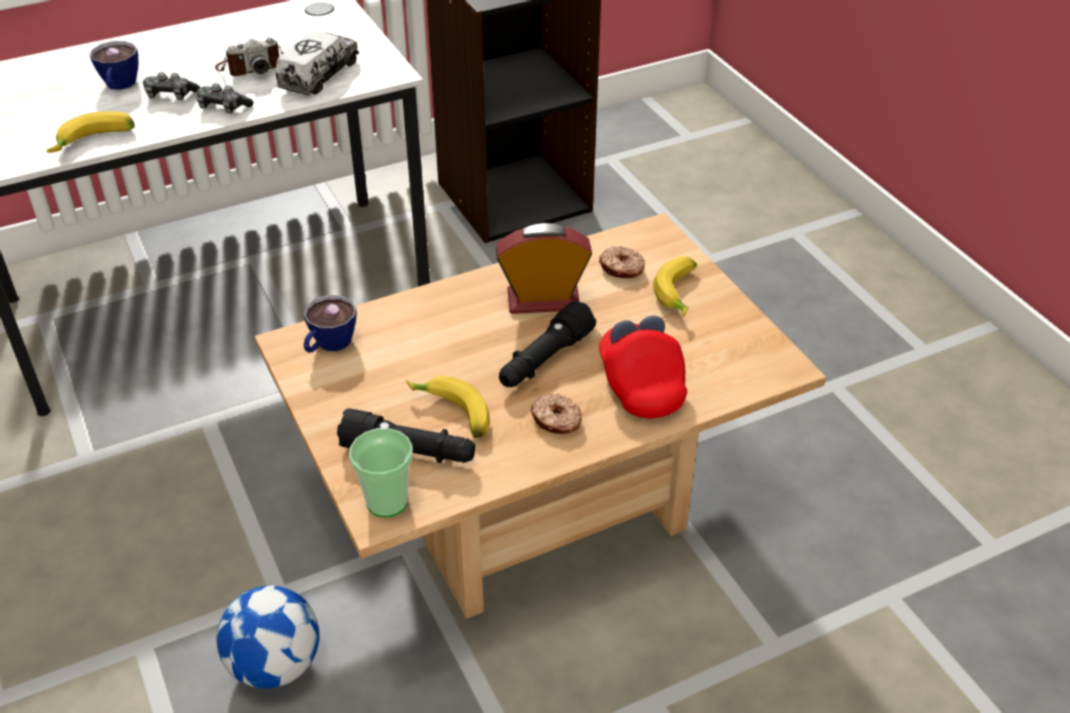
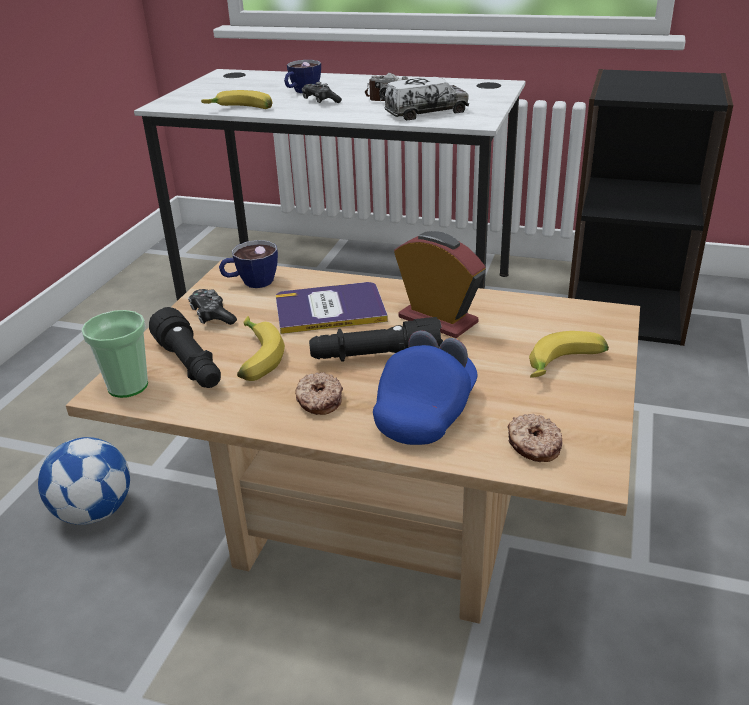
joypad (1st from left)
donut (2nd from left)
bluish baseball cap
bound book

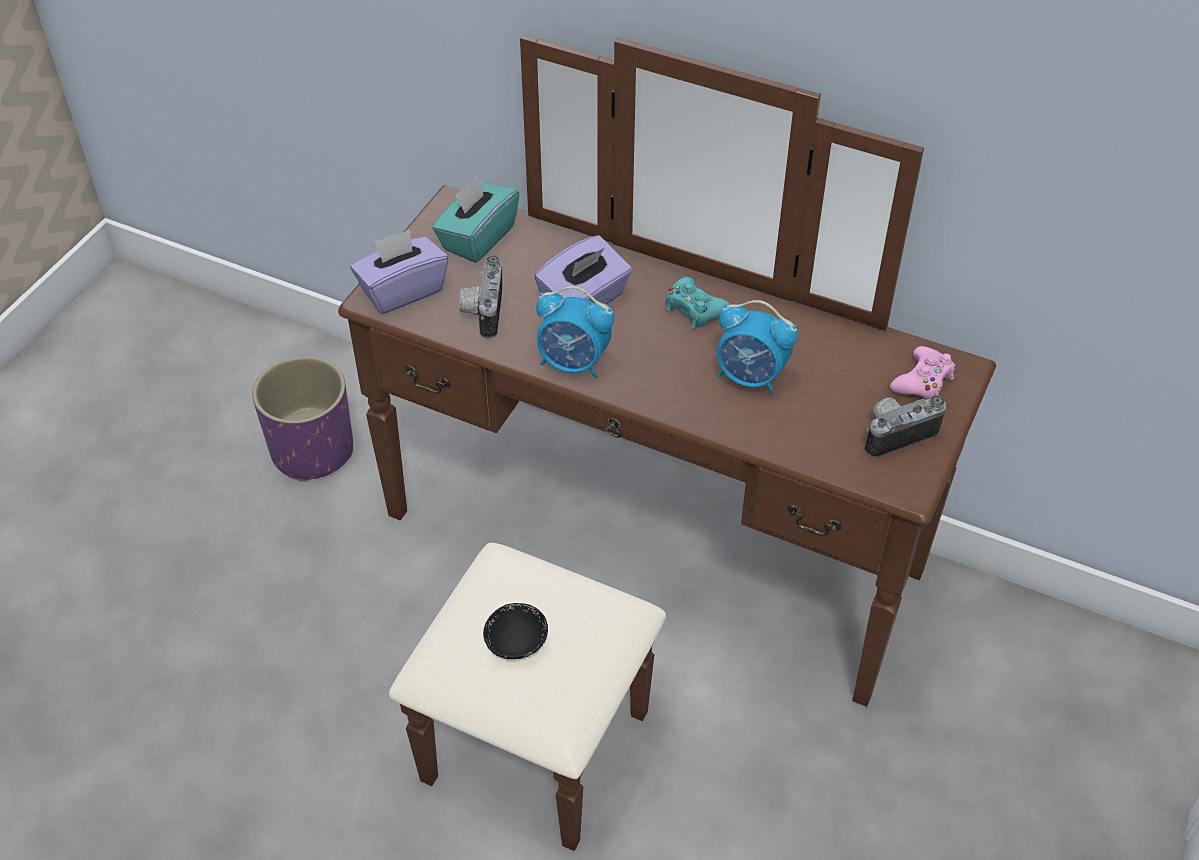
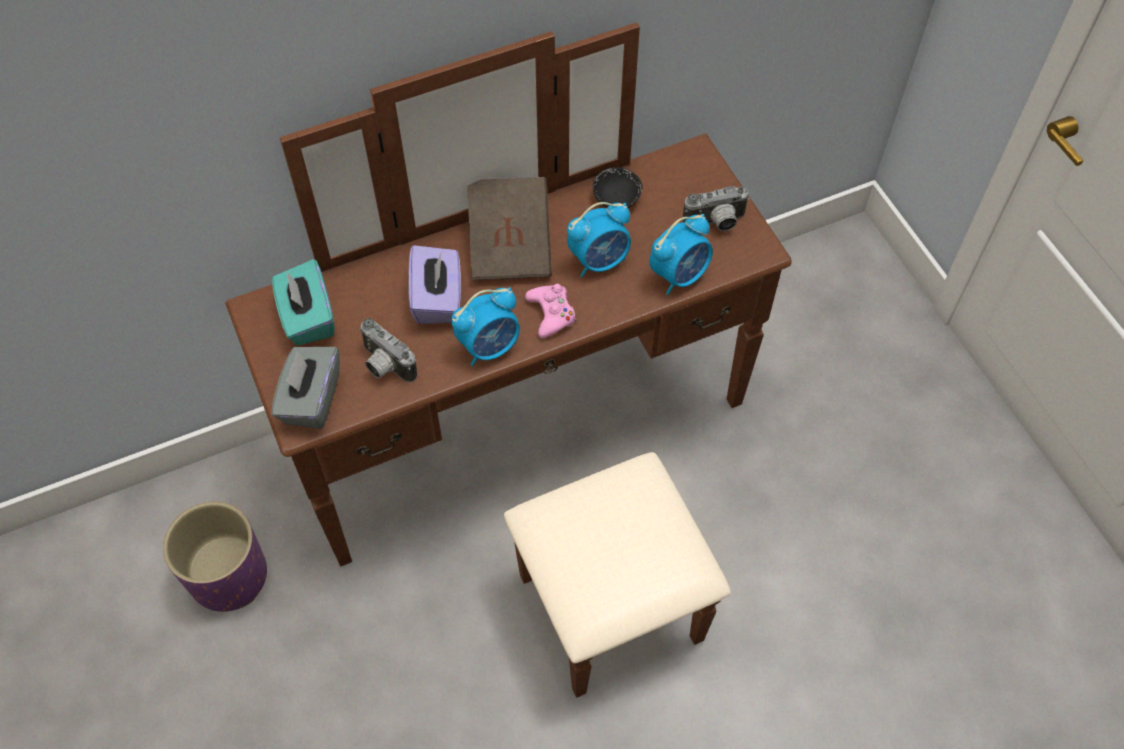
greyish tissue box
brown-coloured bound book
pink-coloured joypad
photo camera (2nd from left)
blackish deep dish
alarm clock (3rd from left)

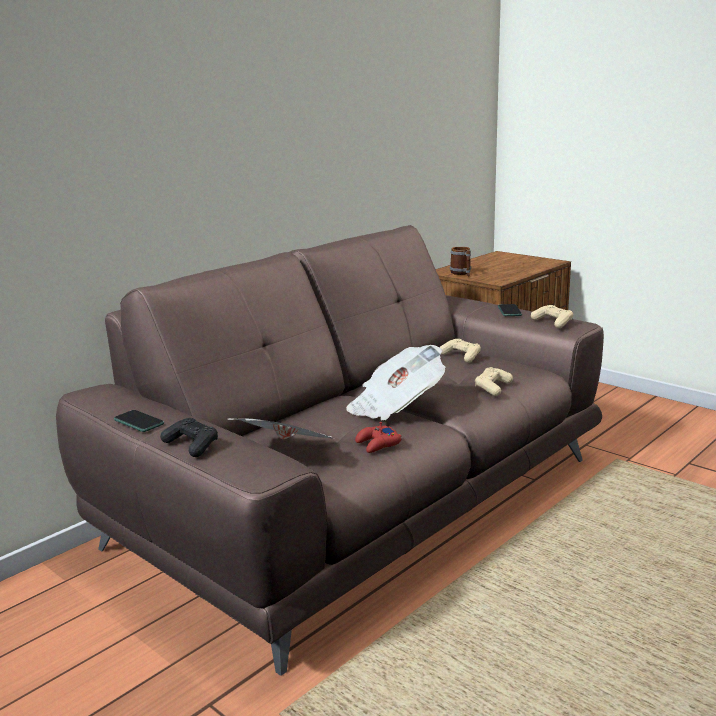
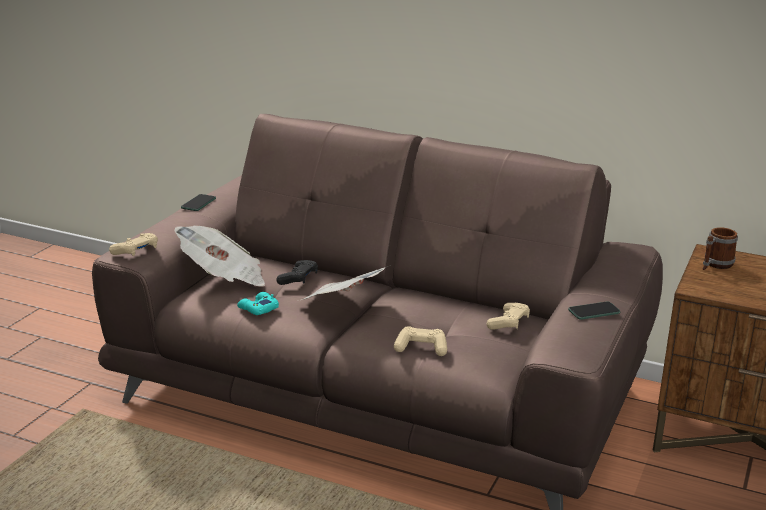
beige-coloured joypad (1st from left)
blackish joypad
blue-green joypad

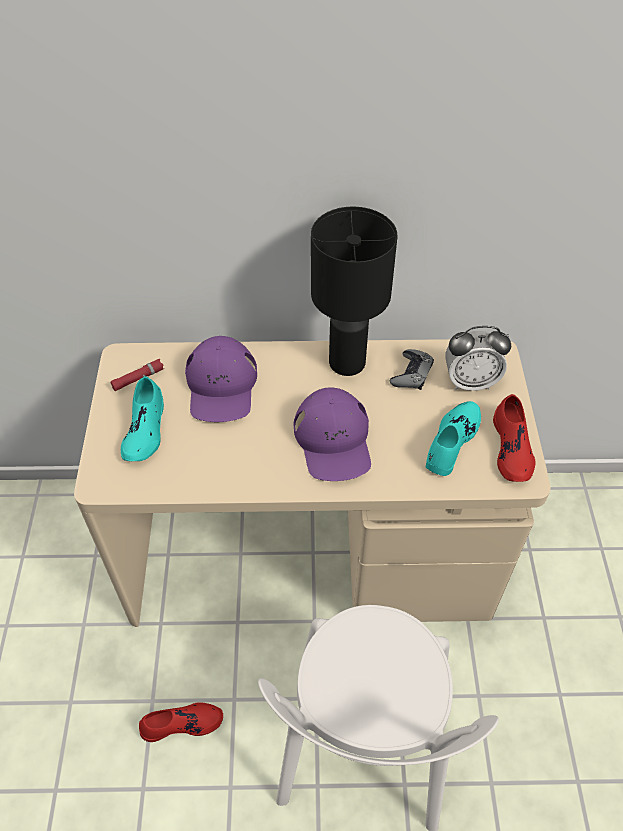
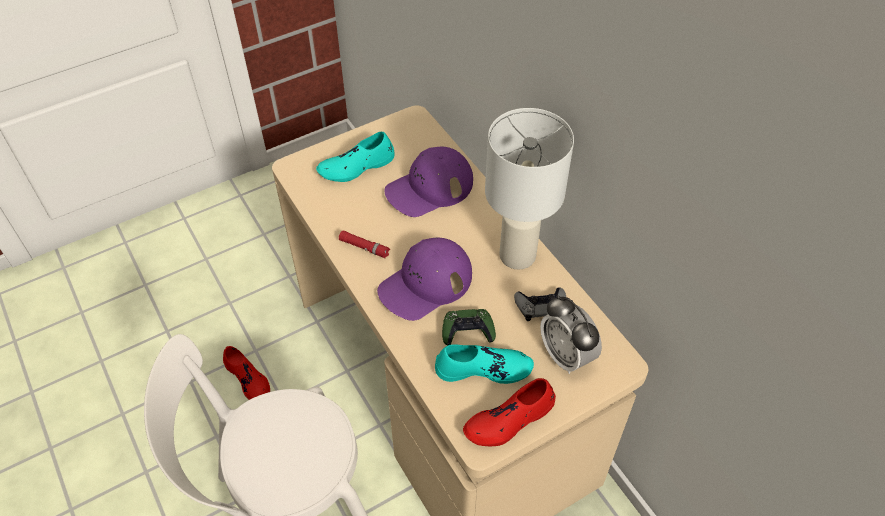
whitish table lamp
reddish hand torch
green-coloured joypad

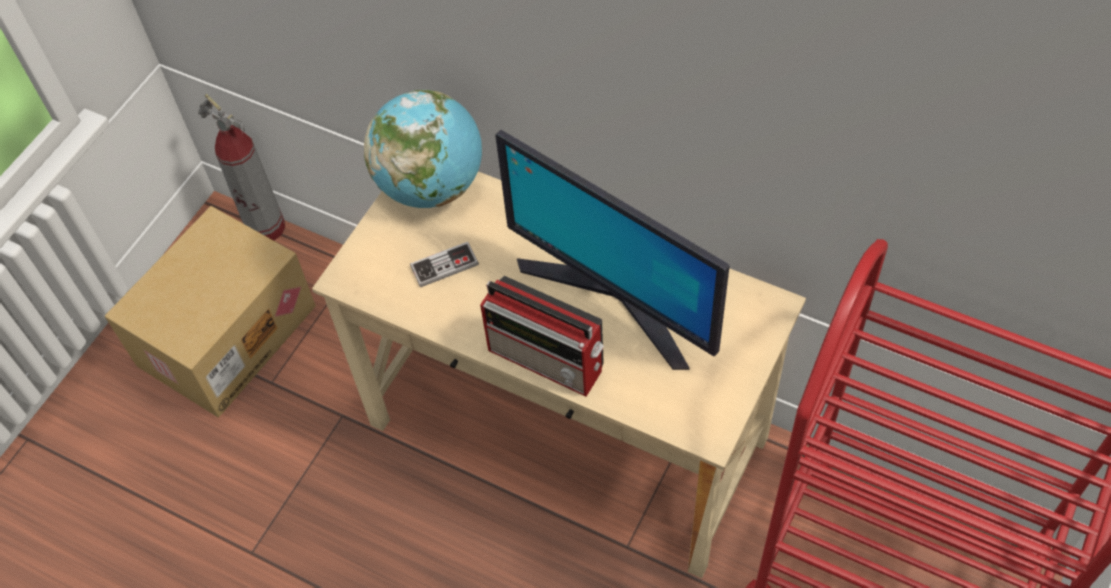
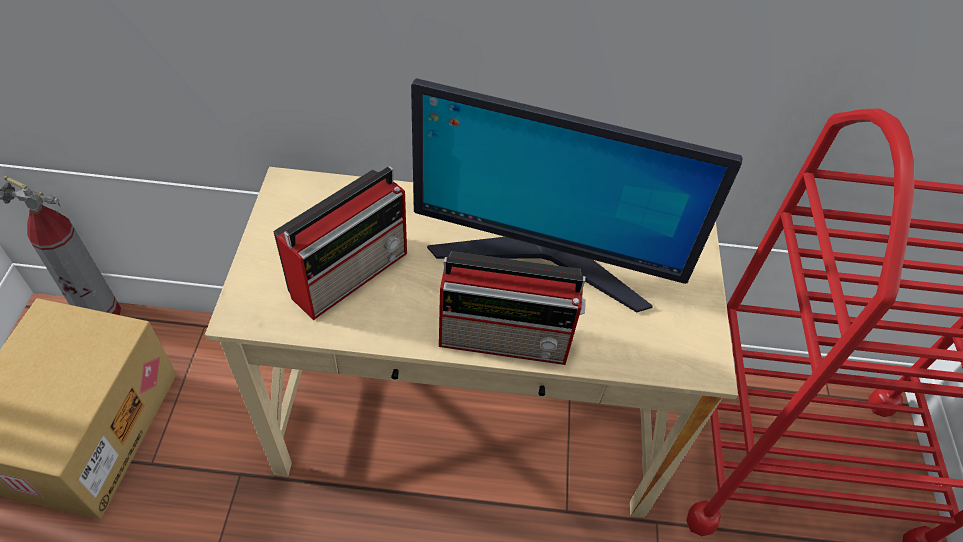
world globe
radio (1st from left)

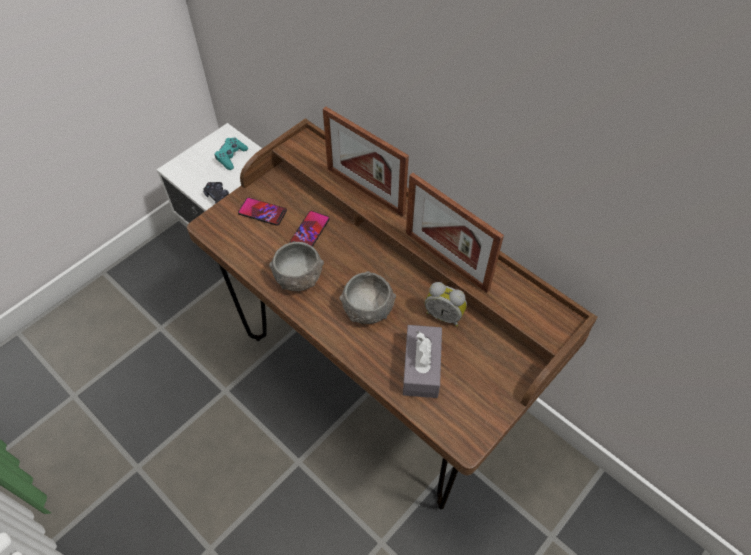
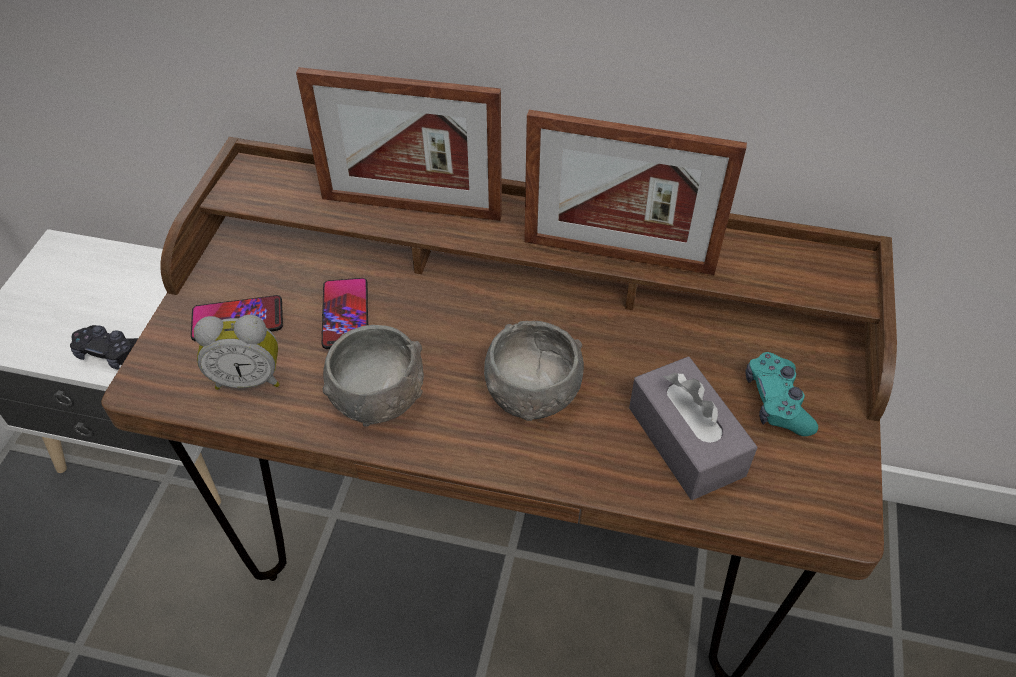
blue-green joypad
alarm clock

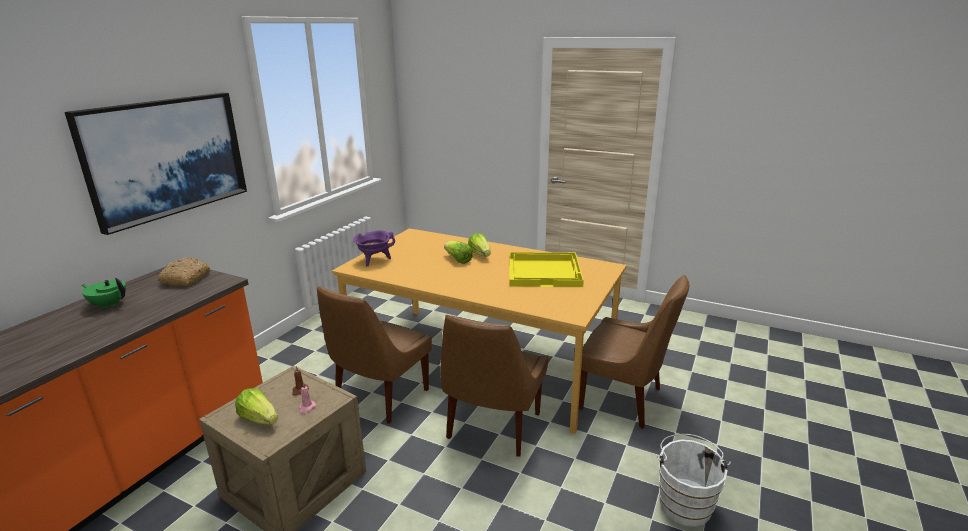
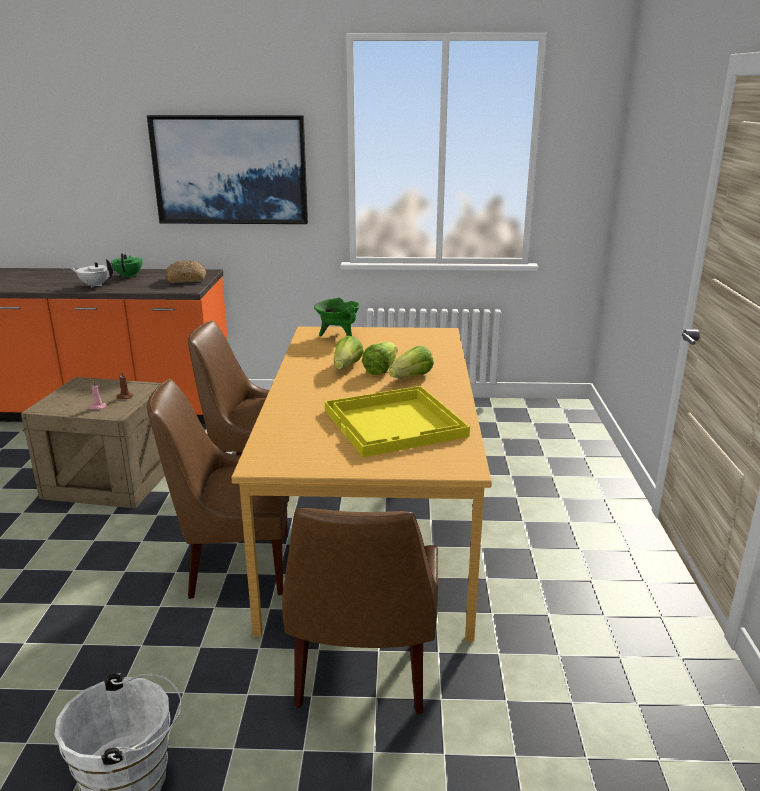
green-coloured cooking pot
lettuce head (1st from left)
whitish teapot

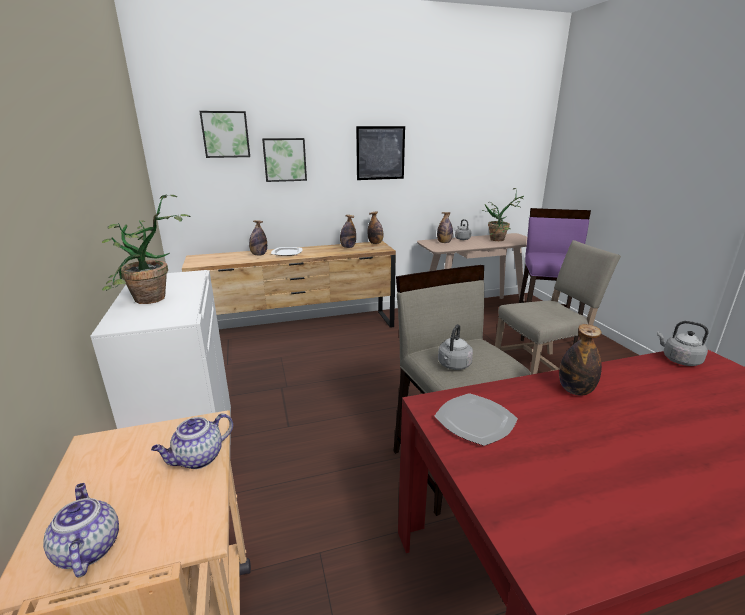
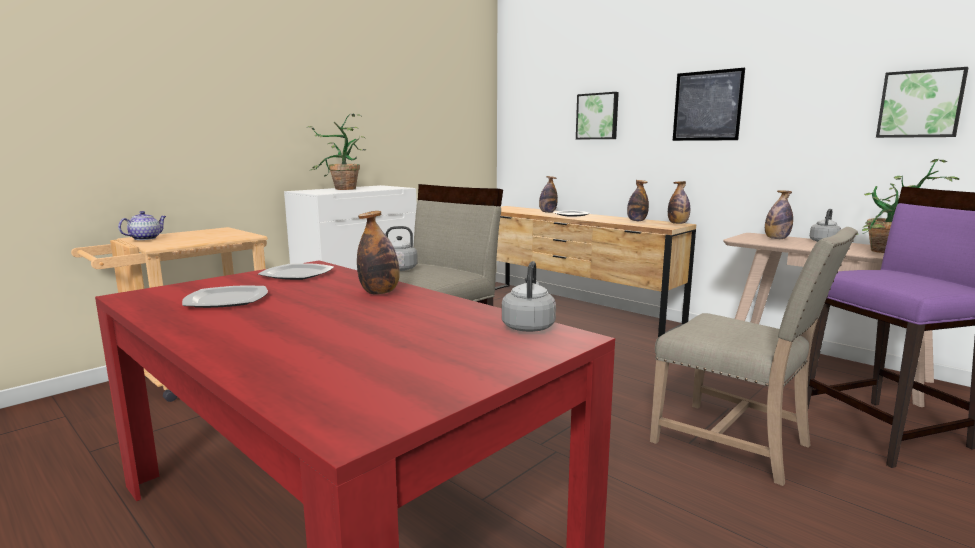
wall art (3rd from left)
teapot (2nd from left in the first image)
flat dish (1st from left)

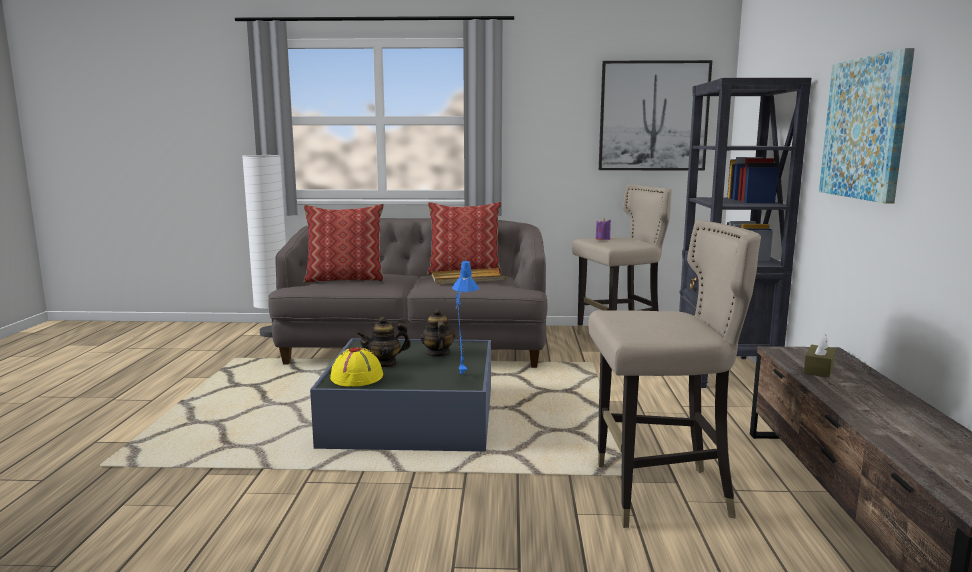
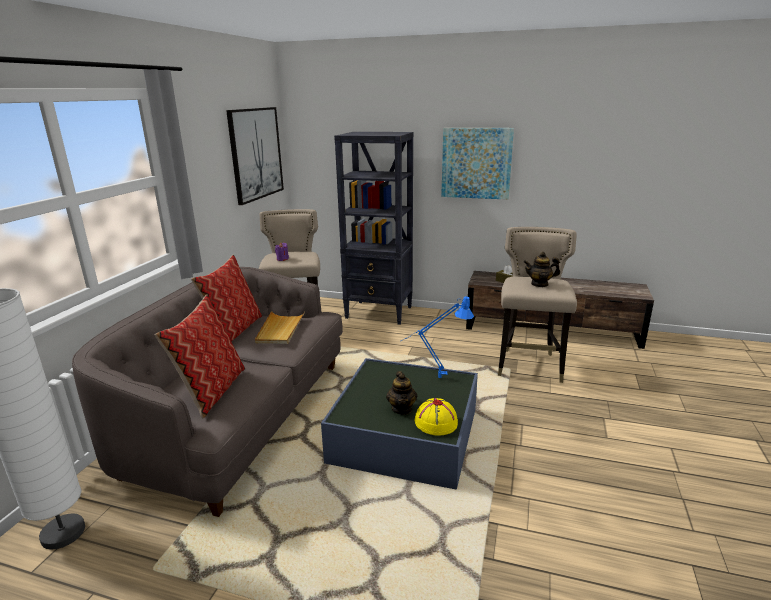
teapot (2nd from left)

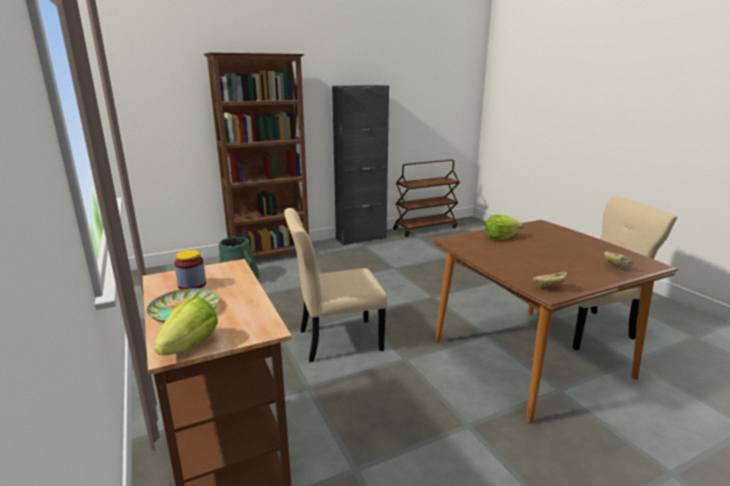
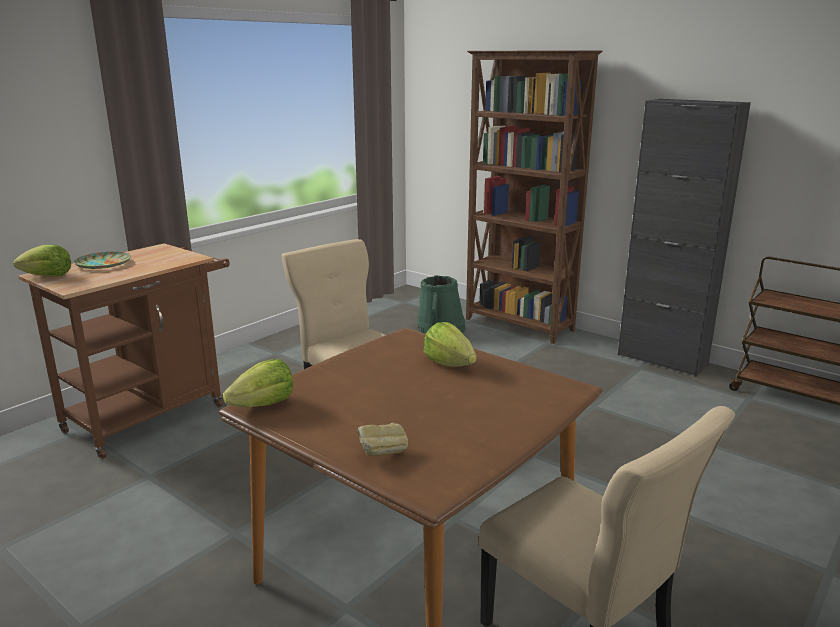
storage jar
lettuce head (2nd from left)

